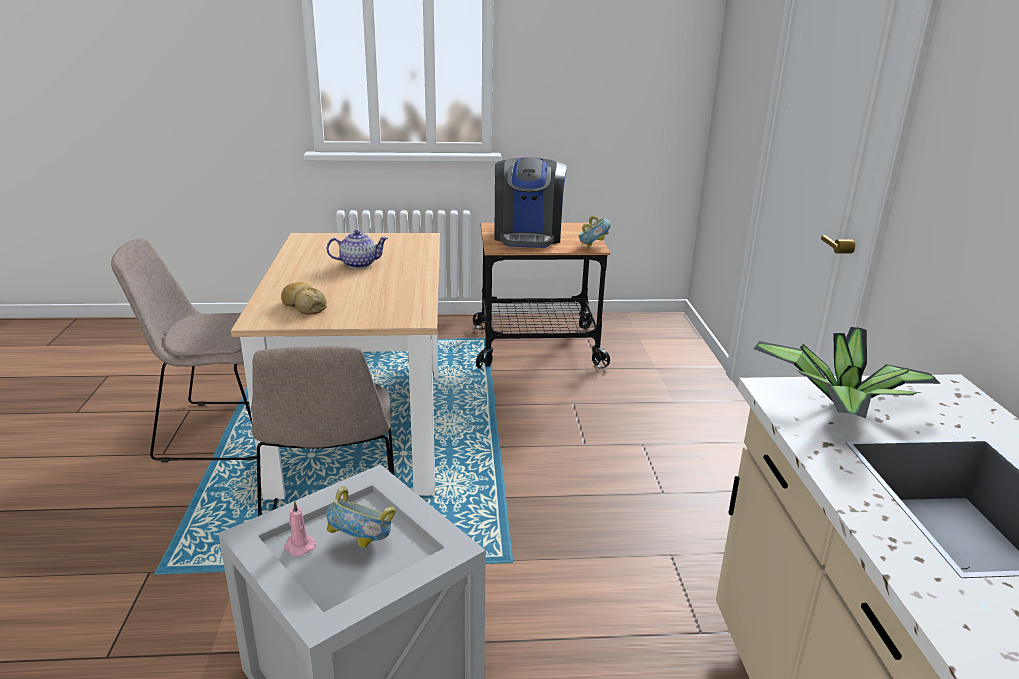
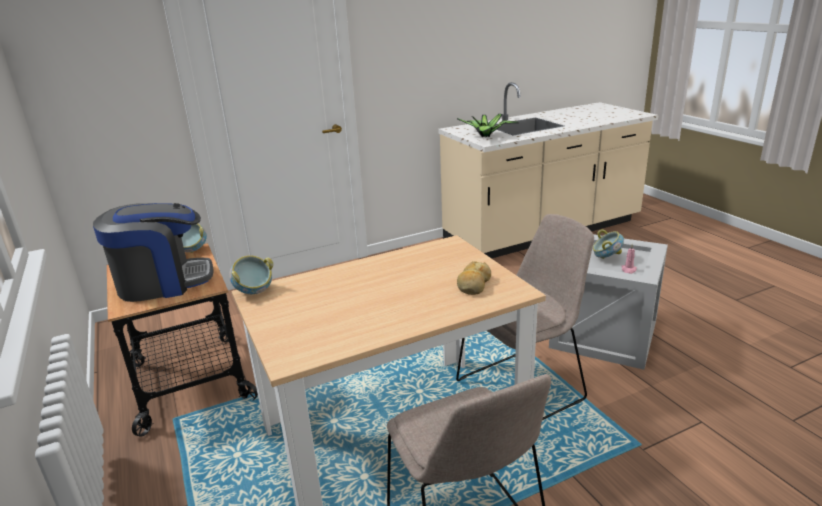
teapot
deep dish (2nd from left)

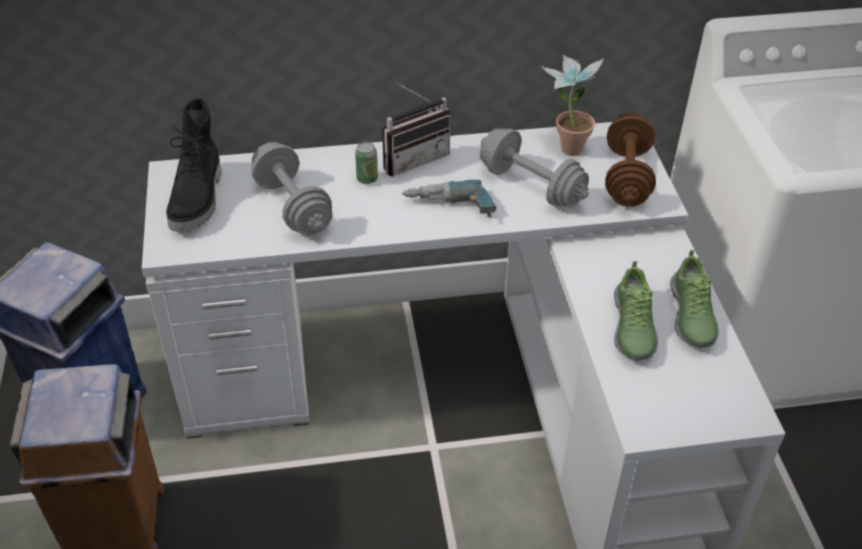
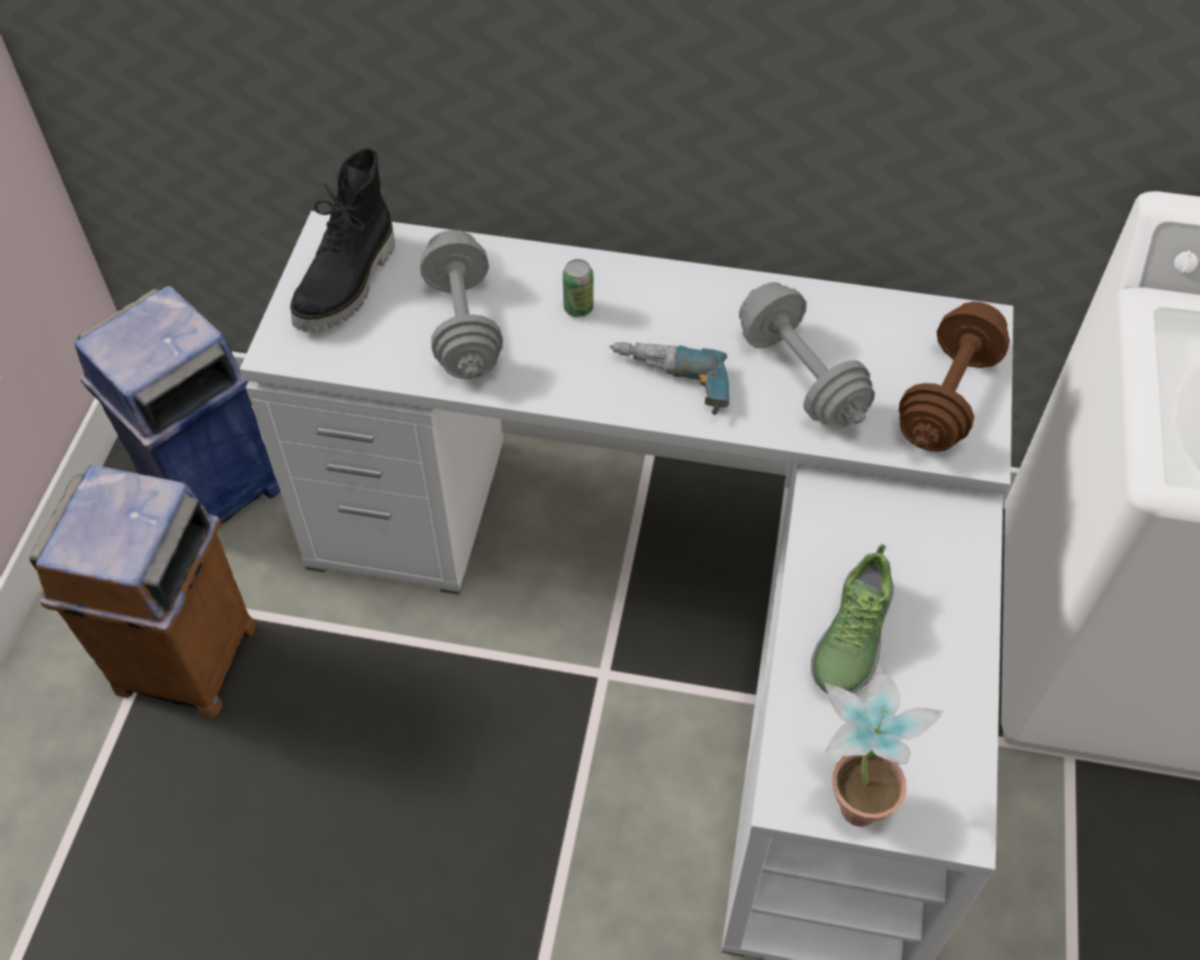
plant in a pot
radio
item of footwear (2nd from left in the first image)

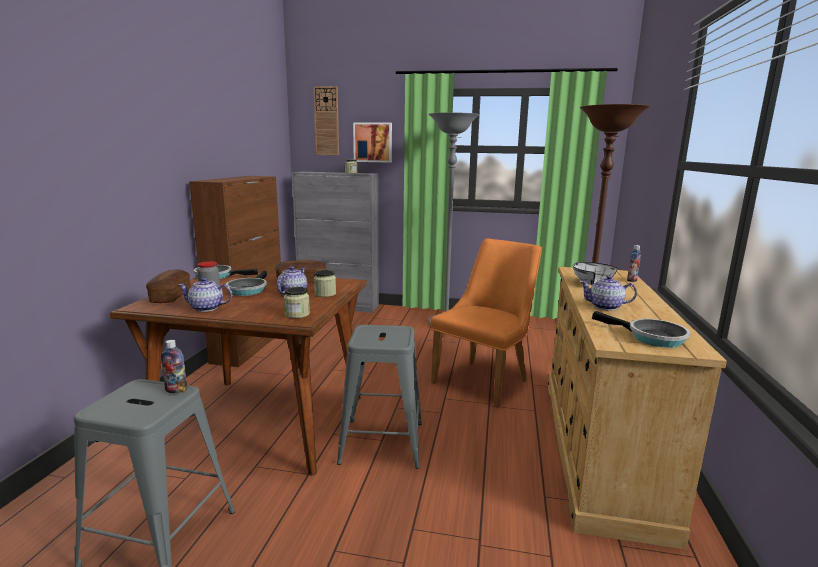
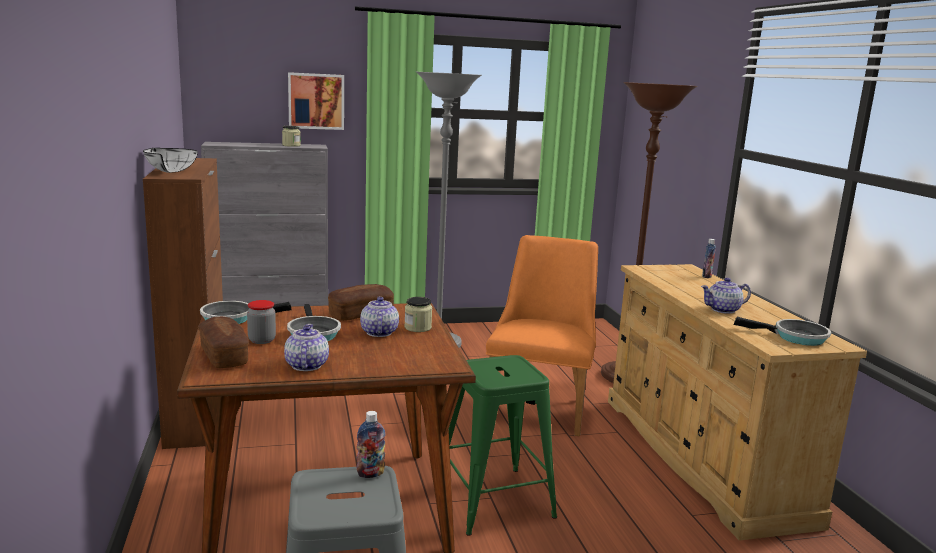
clock on the wall
whitish deep dish
teapot (1st from left)
storage jar (2nd from left in the first image)
green-coloured stool seat

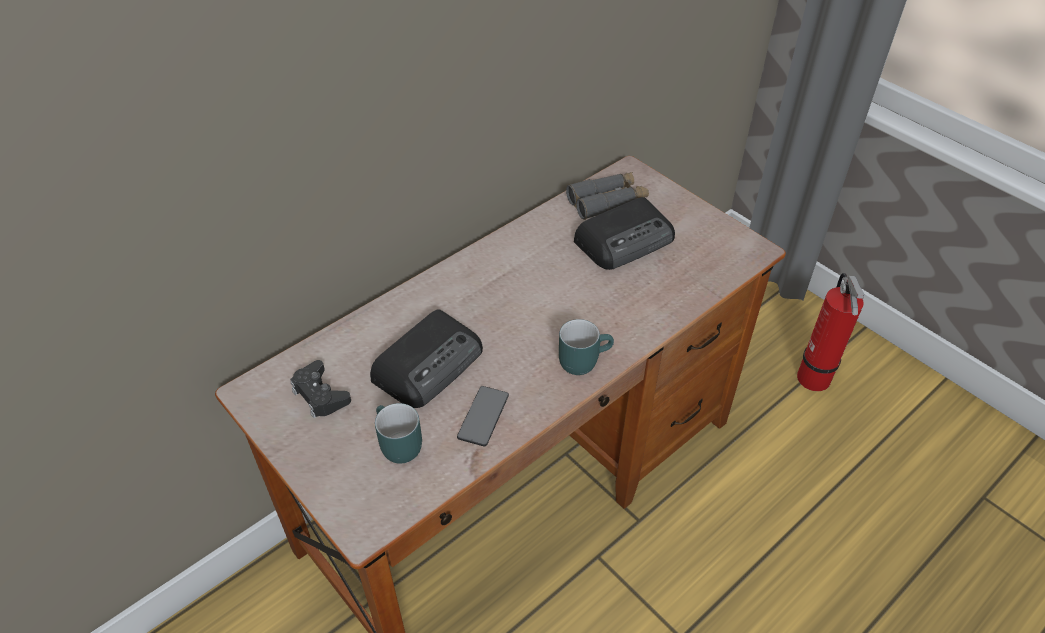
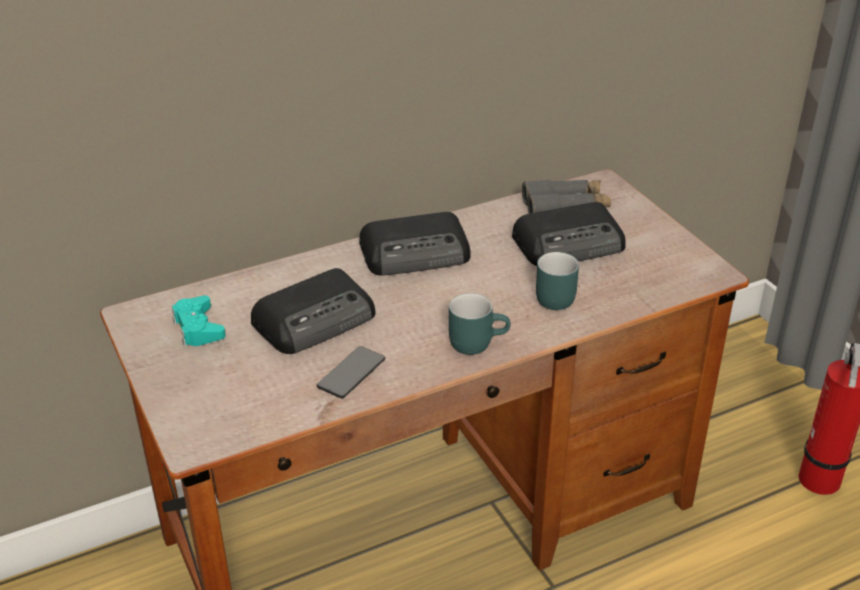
blue-green joypad
blue-green tea mug (2nd from left)
radio (2nd from left)

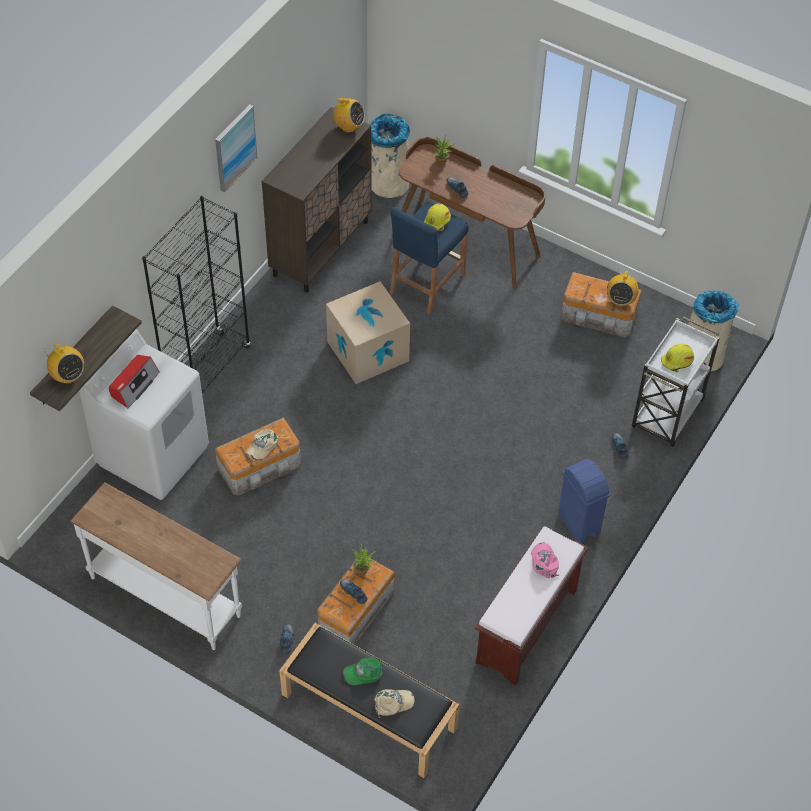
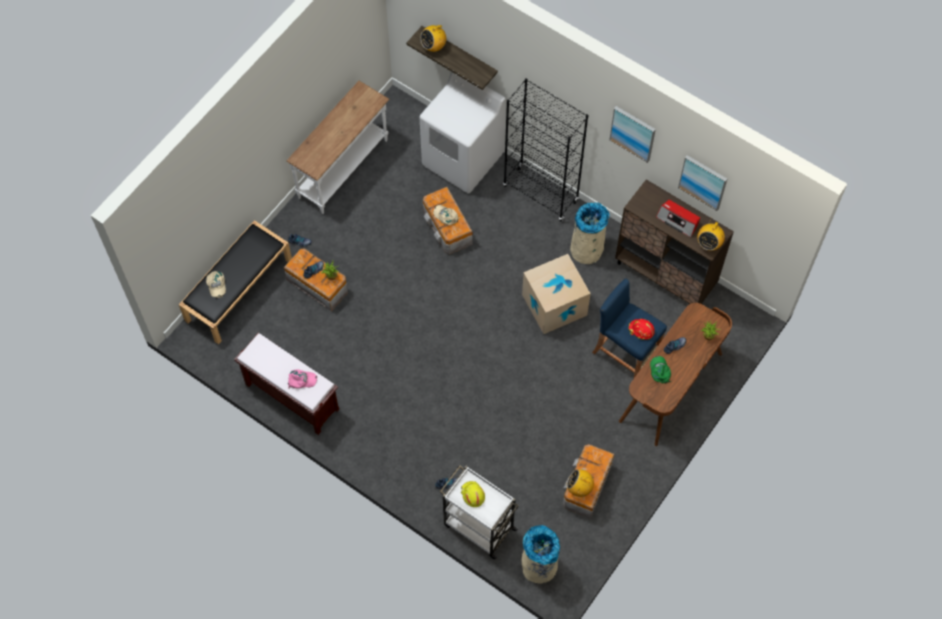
beige-coloured waste bin (2nd from left)
reddish hard hat
radio (3rd from left)
bluish waste bin
green-coloured baseball cap
wall art (2nd from left)

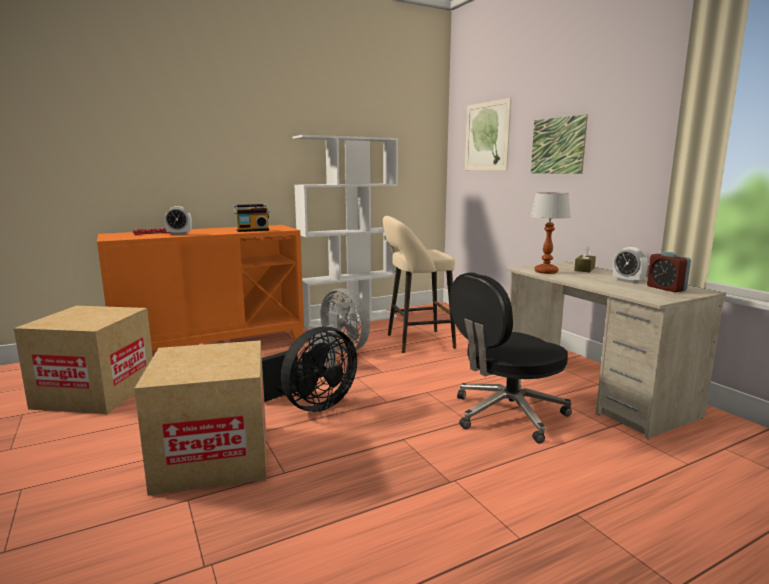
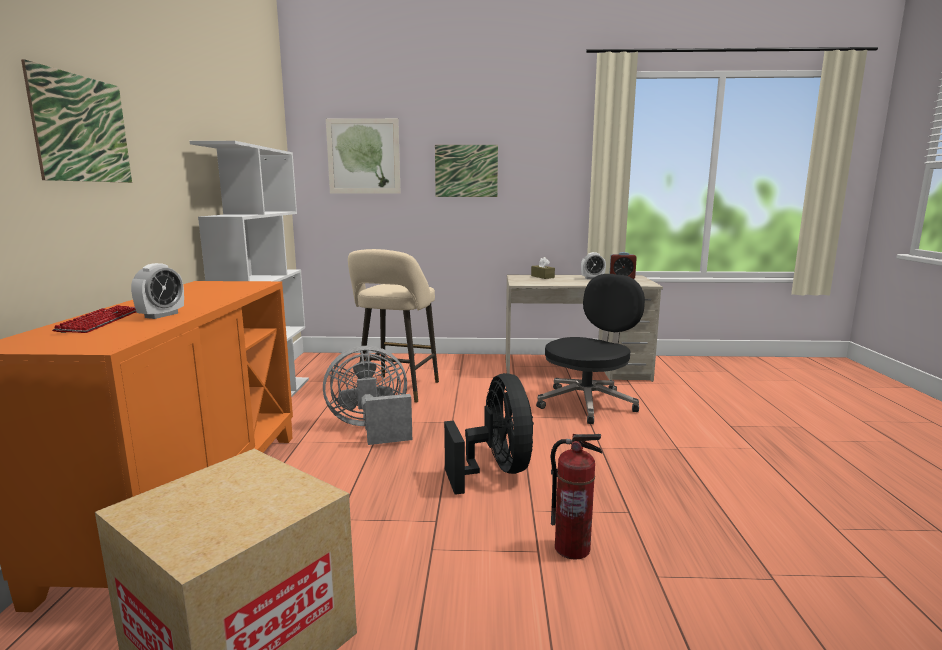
table lamp
radio
blackish computer chair
fire extinguisher
wall art (1st from left)

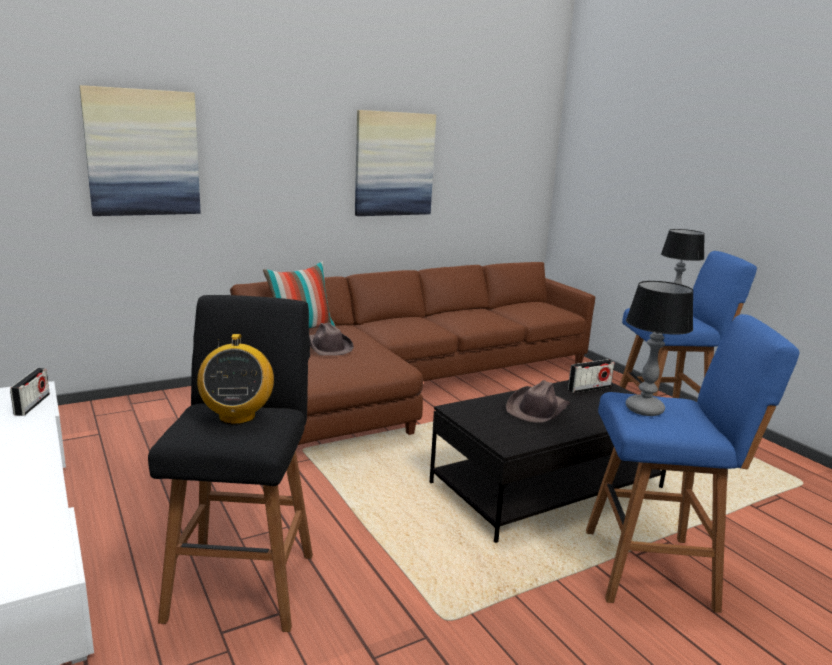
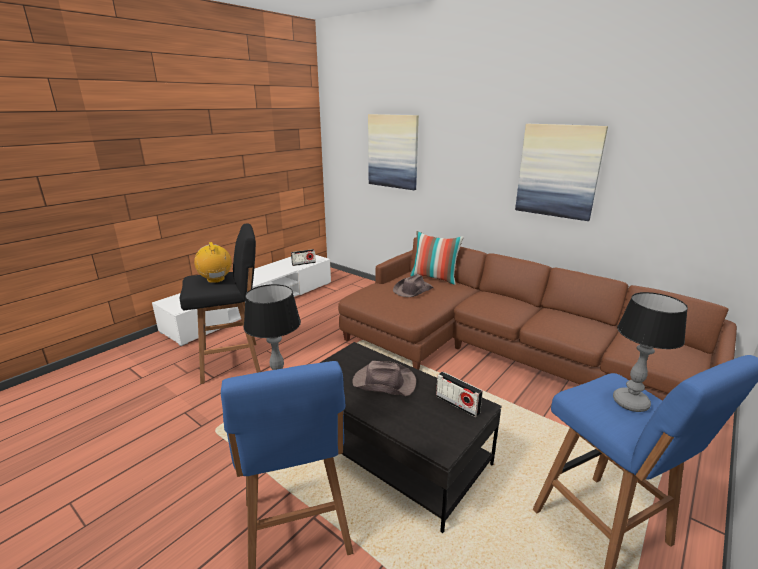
radio (1st from left)

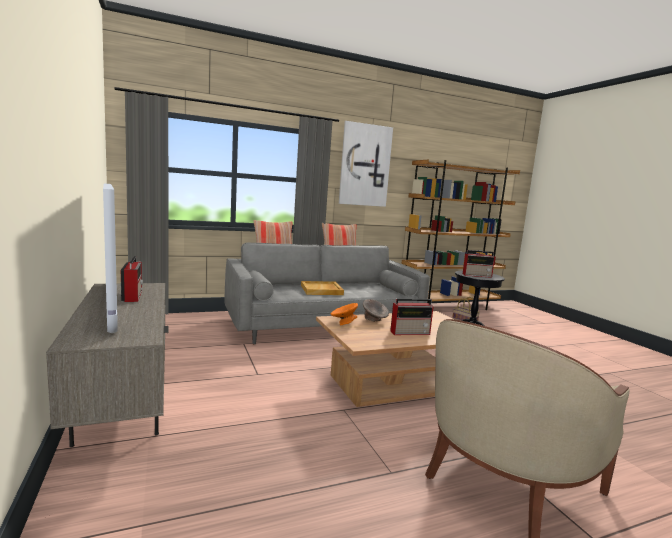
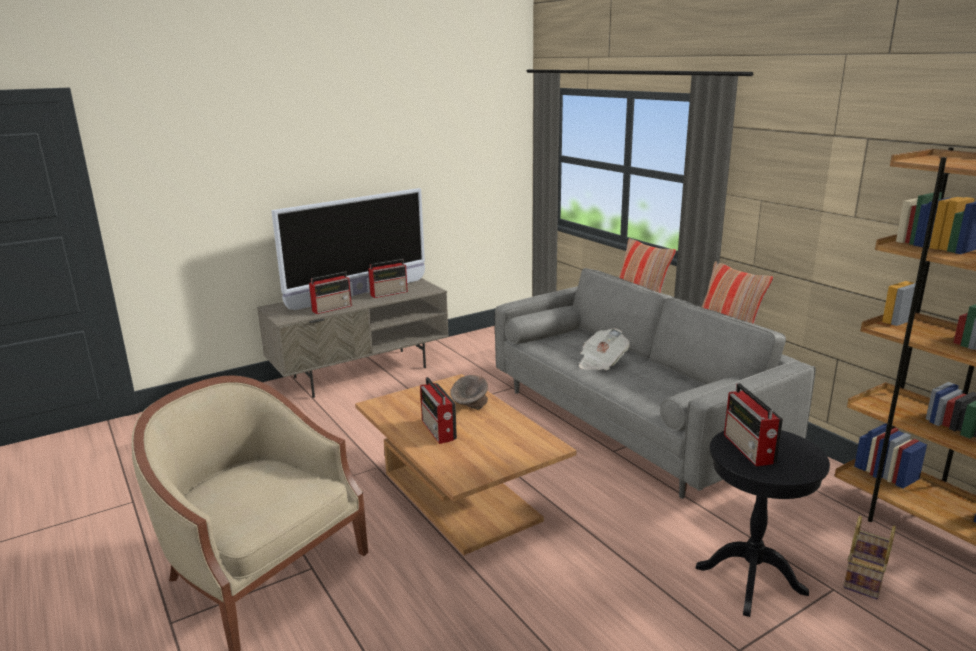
wall art
newspaper
orangey deep dish
radio (1st from left)

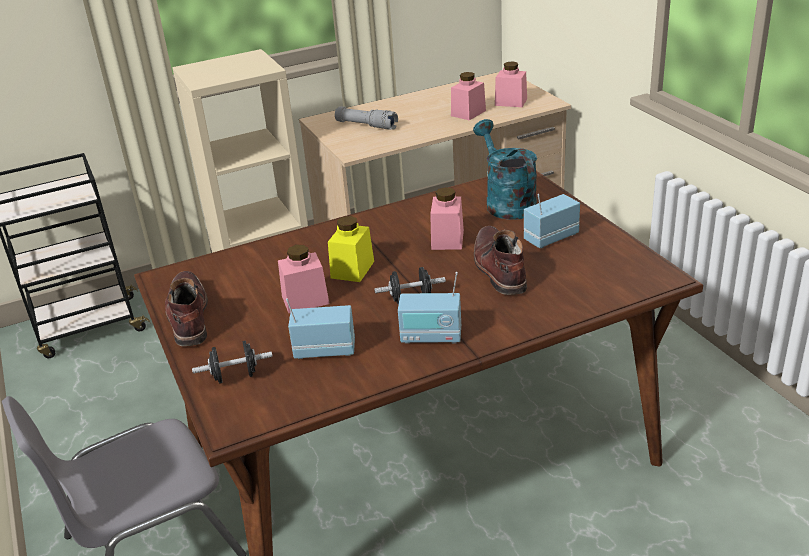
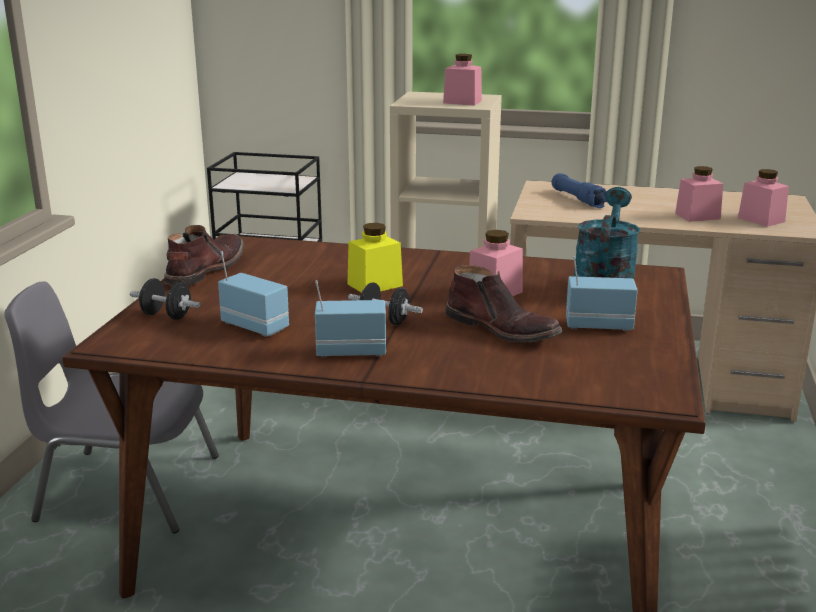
bluish hand torch
brown-coloured tall boot (2nd from left)
pink-coloured storage jar (1st from left)
radio (2nd from left)

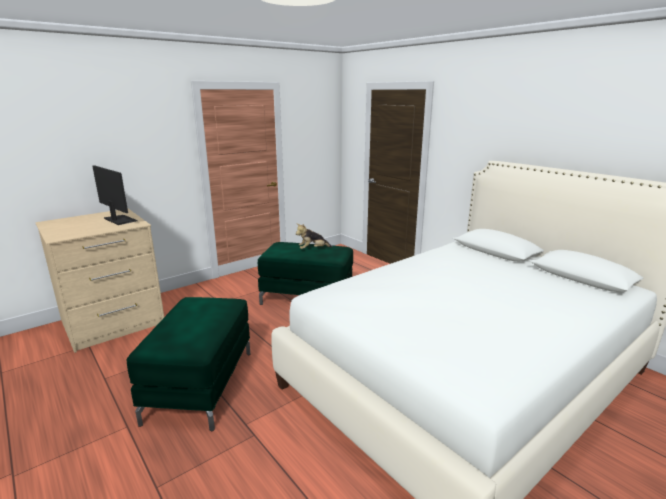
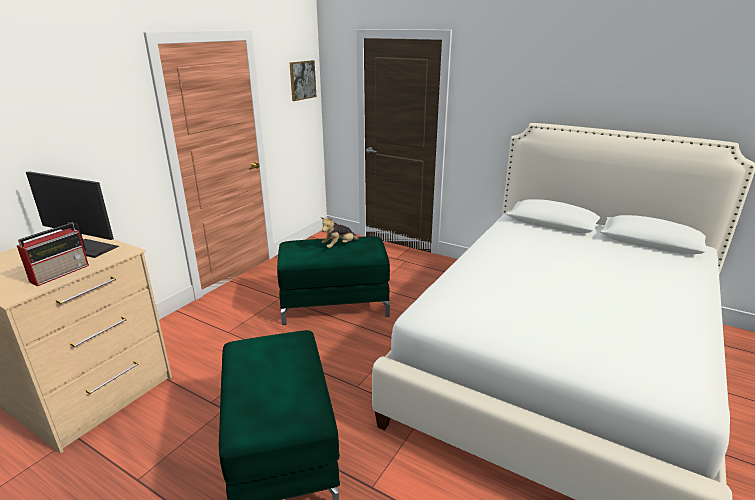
wall art
radio

